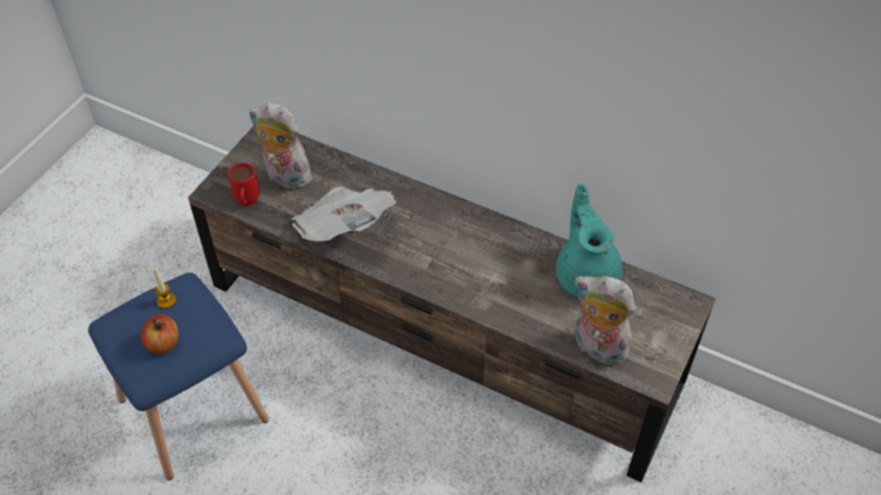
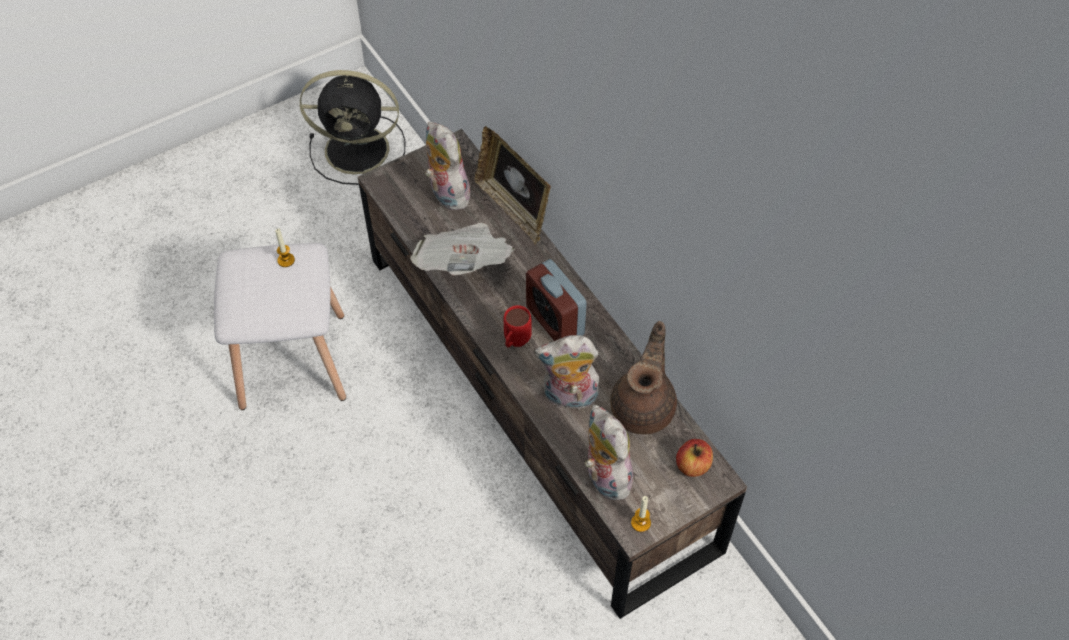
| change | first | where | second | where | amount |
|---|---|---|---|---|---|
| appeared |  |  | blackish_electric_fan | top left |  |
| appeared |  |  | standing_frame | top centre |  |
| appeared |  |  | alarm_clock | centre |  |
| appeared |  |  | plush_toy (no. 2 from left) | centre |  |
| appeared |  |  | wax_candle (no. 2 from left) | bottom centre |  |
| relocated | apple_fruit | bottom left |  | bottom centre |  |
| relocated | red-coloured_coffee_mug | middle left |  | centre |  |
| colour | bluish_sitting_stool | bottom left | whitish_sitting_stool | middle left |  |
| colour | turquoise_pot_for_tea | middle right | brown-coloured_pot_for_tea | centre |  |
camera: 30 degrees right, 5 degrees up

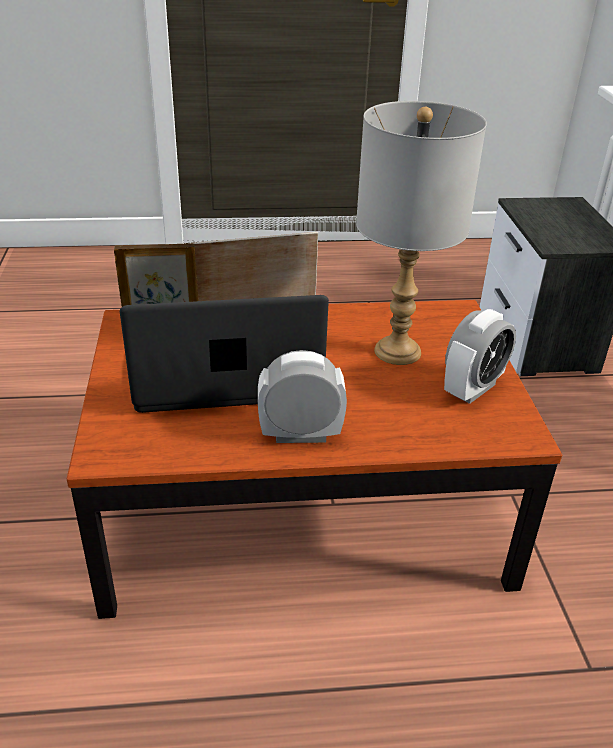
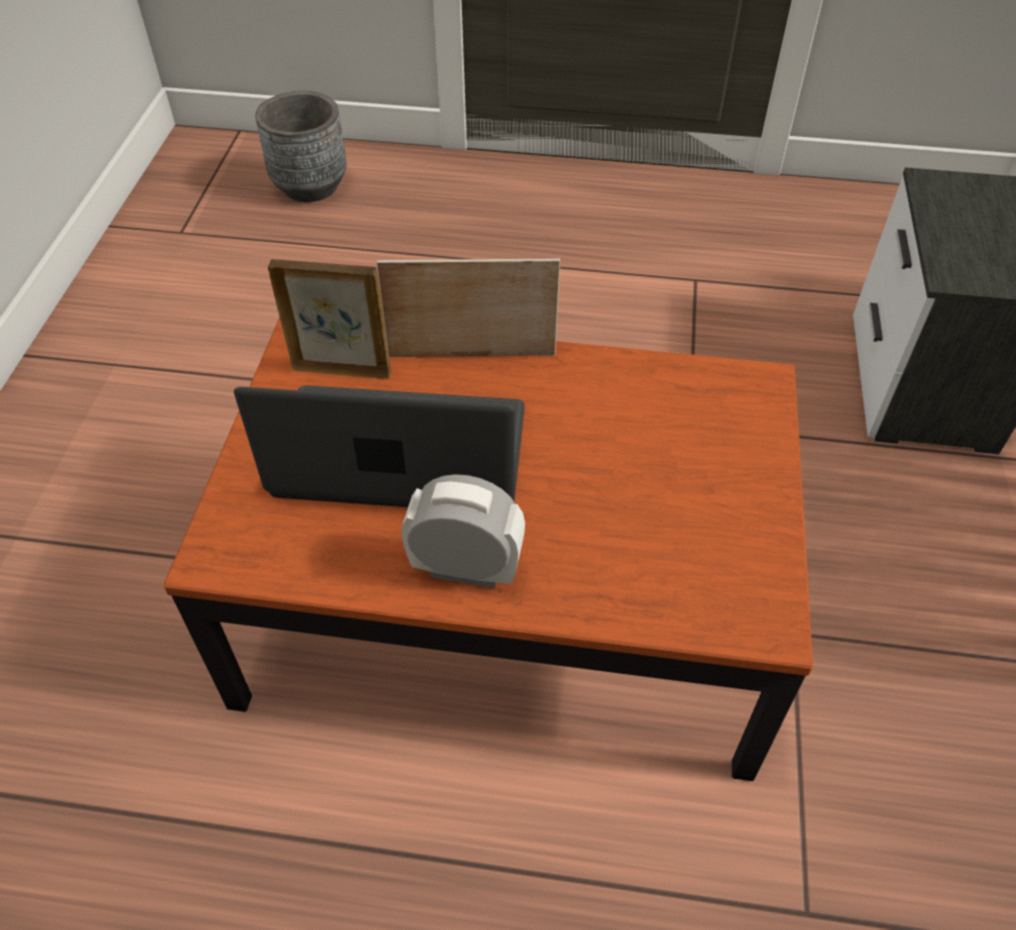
| change | first | where | second | where | amount |
|---|---|---|---|---|---|
| missing | gray_lamp_for_a_table | top right |  |  |  |
| missing | alarm_clock (no. 2 from left) | middle right |  |  |  |
| appeared |  |  | gray_plant_pot | top left |  |
camera: 15 degrees right, 15 degrees up

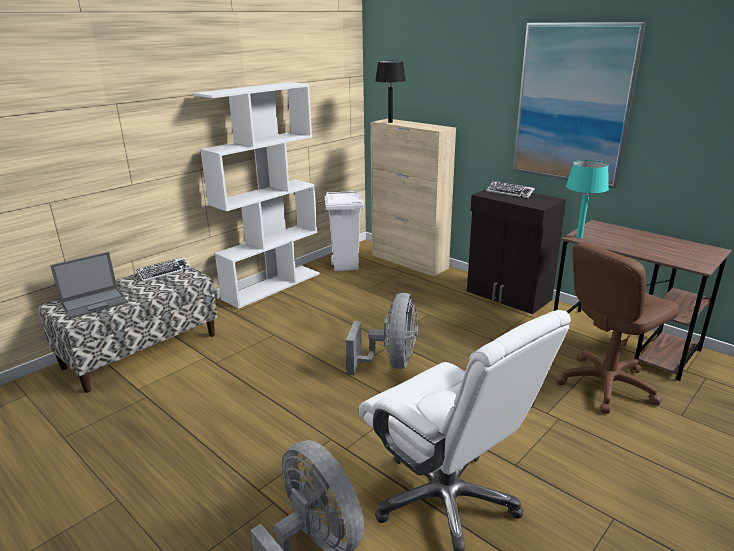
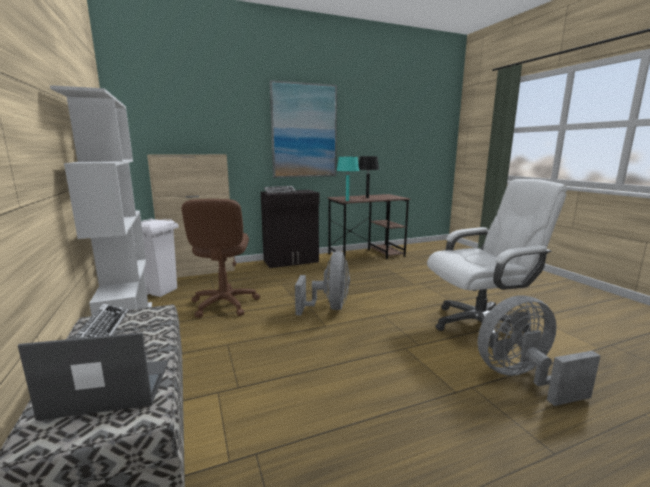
| change | first | where | second | where | amount |
|---|---|---|---|---|---|
| relocated | blackish_lamp_for_a_table | top centre |  | centre |  |
| relocated | brown-coloured_office_chair | middle right |  | centre |  |
| spun | laptop | middle left |  | bottom left | 90 degrees counterclockwise |
| spun | gray_electric_fan (no. 2 from left in the first image) | centre | gray_electric_fan (no. 1 from left) | centre | 60 degrees clockwise |
camera: 65 degrees left, 10 degrees down

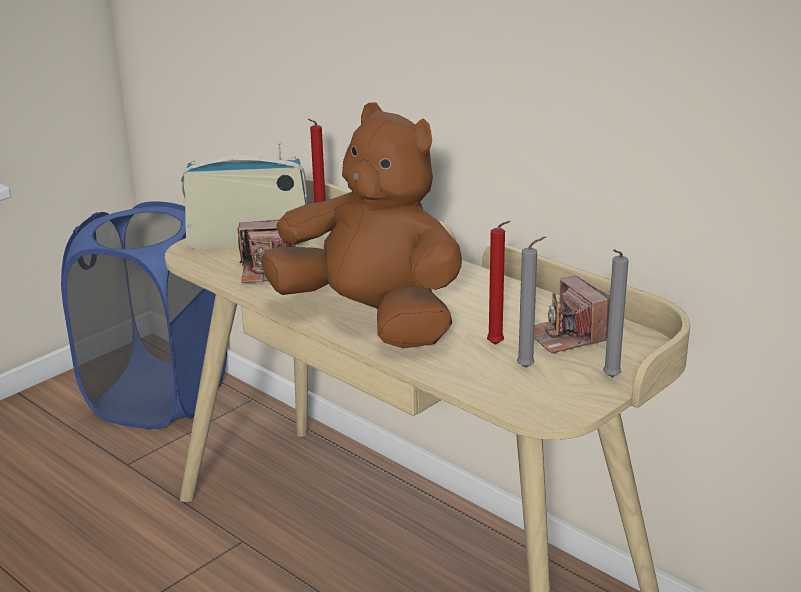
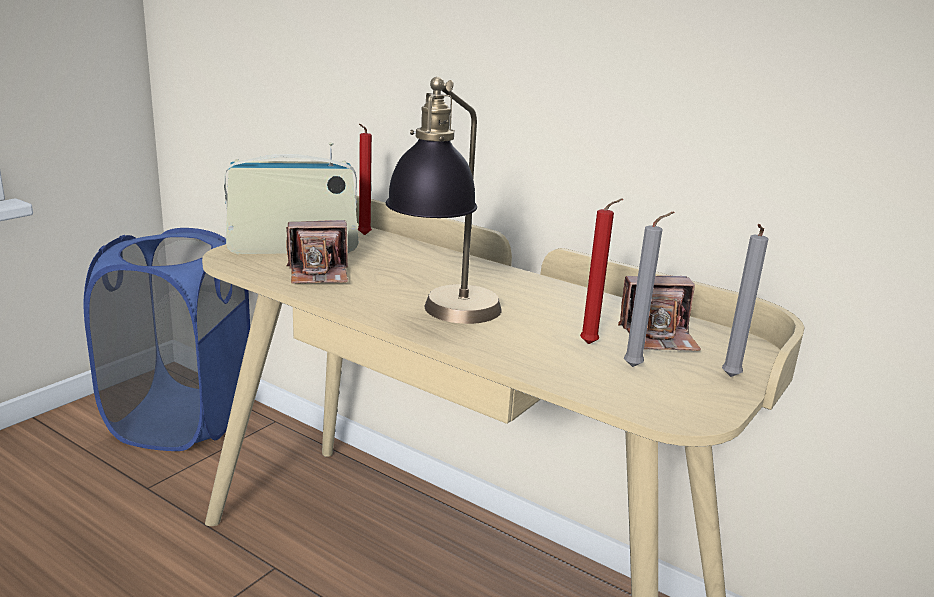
| change | first | where | second | where | amount |
|---|---|---|---|---|---|
| exchanged | brown-coloured_plush_toy | centre | lamp_for_a_table | centre |  |
| spun | still_camera (no. 2 from left) | middle right |  | middle right | 60 degrees counterclockwise |
camera: 10 degrees left, 5 degrees down

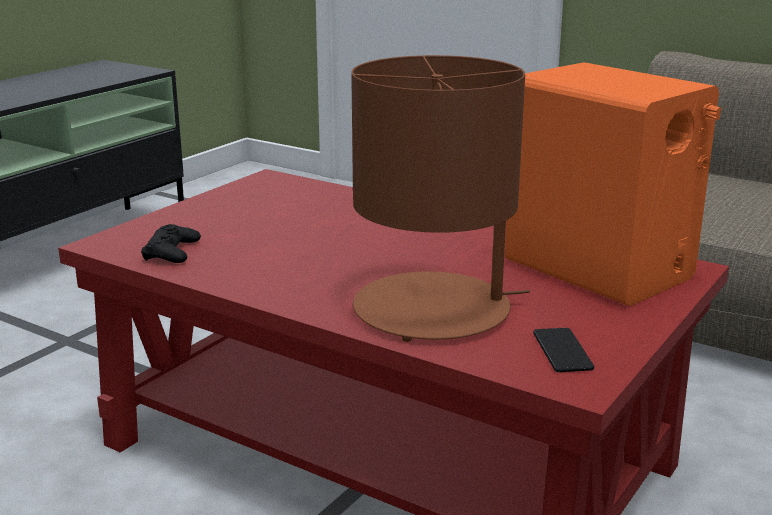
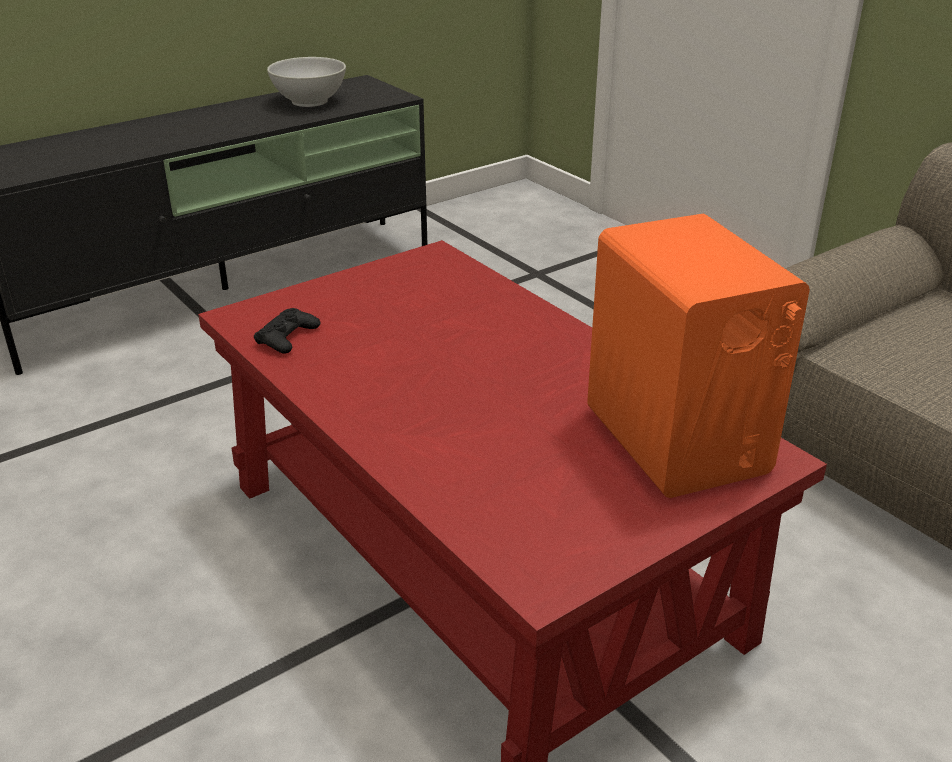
| change | first | where | second | where | amount |
|---|---|---|---|---|---|
| missing | brown-coloured_lamp_for_a_table | centre |  |  |  |
| missing | telephone | bottom right |  |  |  |
| appeared |  |  | whitish_deep_dish | top left |  |
camera: 20 degrees right, 10 degrees up

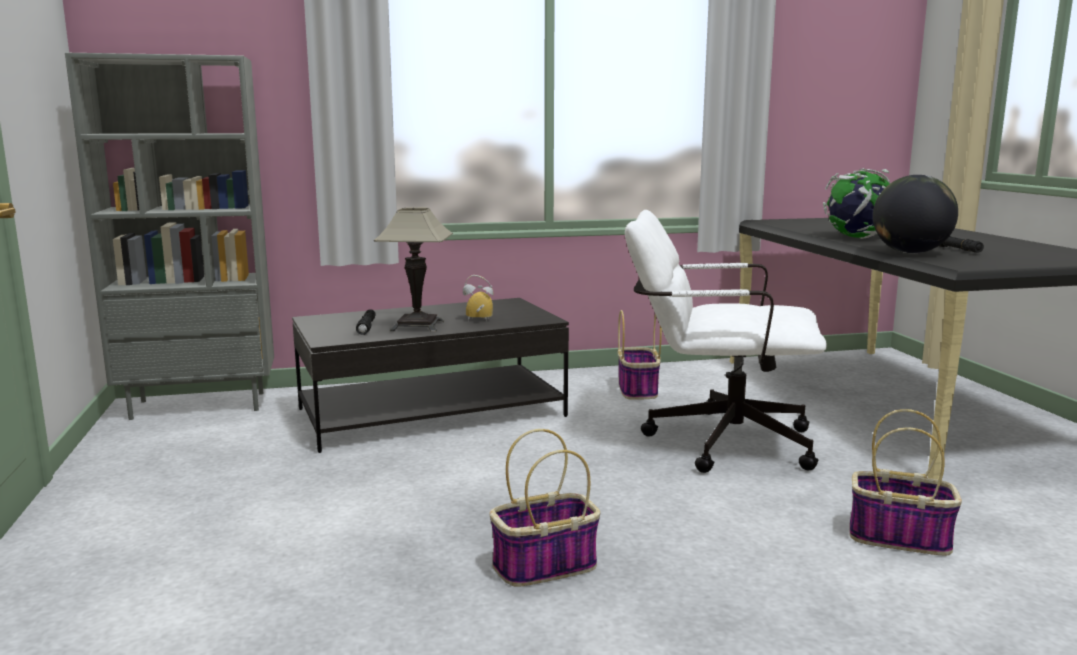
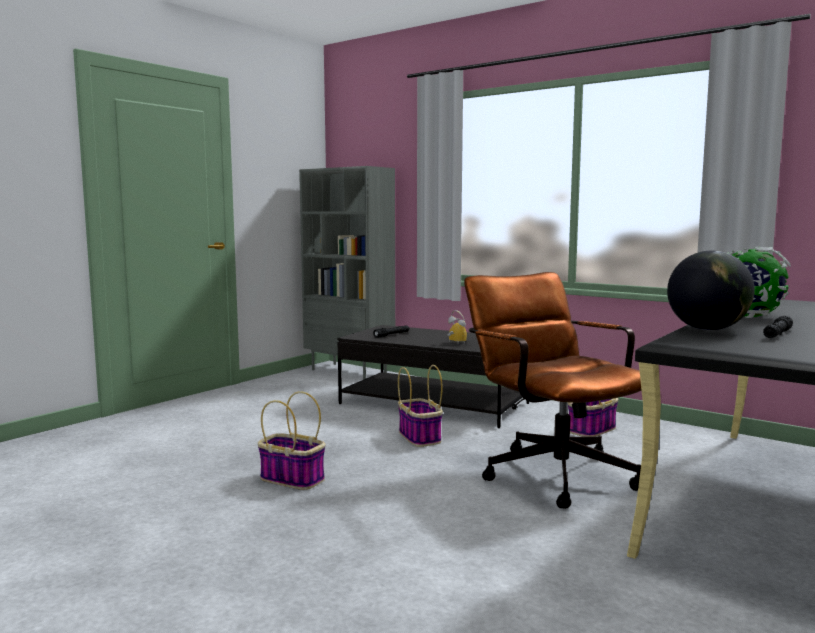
| change | first | where | second | where | amount |
|---|---|---|---|---|---|
| missing | lamp_for_a_table | centre |  |  |  |
| relocated | storage_basket (no. 3 from left in the first image) | bottom right | storage_basket (no. 2 from left) | centre |  |
| colour | whitish_office_chair | middle right | brown-coloured_office_chair | middle right |  |
camera: 50 degrees right, 5 degrees down

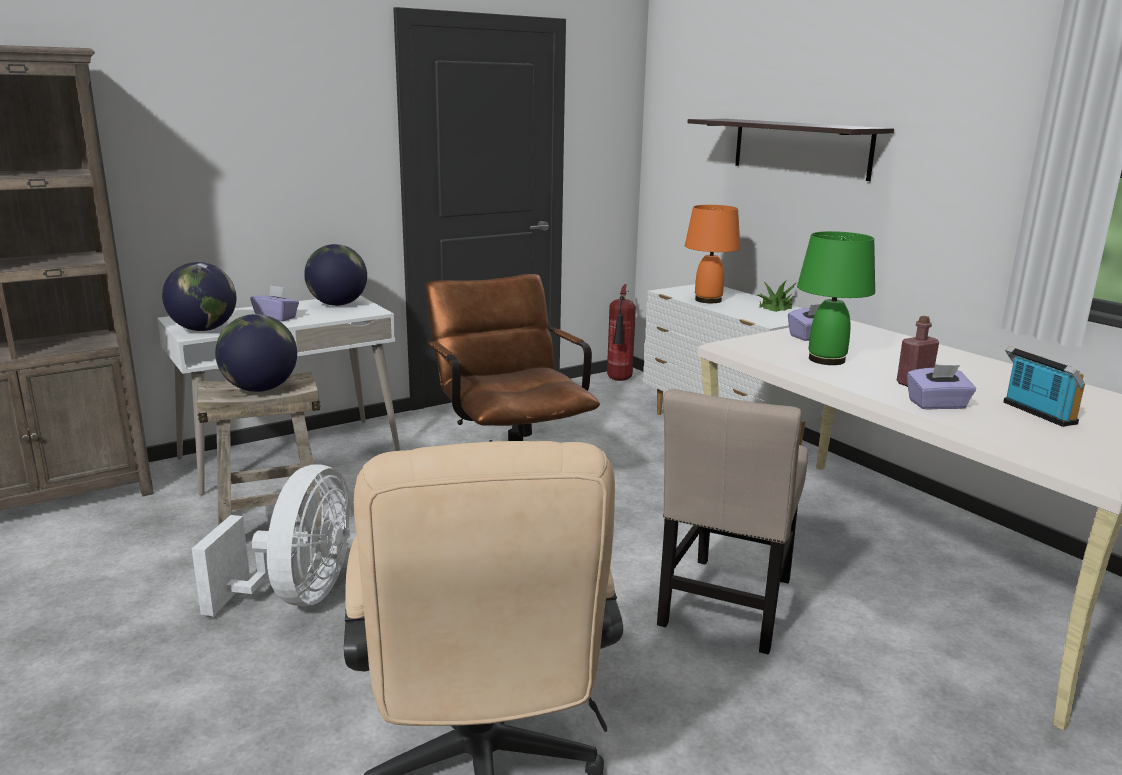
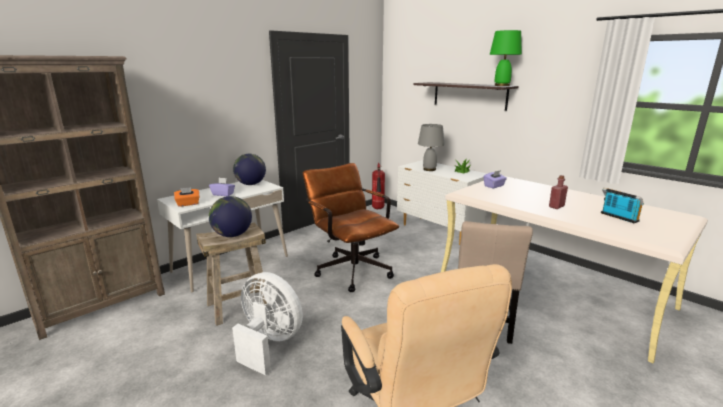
| change | first | where | second | where | amount |
|---|---|---|---|---|---|
| missing | purplish_box_of_tissues (no. 3 from left) | middle right |  |  |  |
| relocated | green-coloured_lamp_for_a_table | middle right |  | top right |  |
| exchanged | globe (no. 1 from left) | middle left | orangey_box_of_tissues | middle left |  |
| colour | orangey_lamp_for_a_table | top centre | gray_lamp_for_a_table | centre |  |
| spun | whitish_electric_fan | bottom left |  | bottom centre | 60 degrees counterclockwise |
camera: 10 degrees left, 0 degrees up

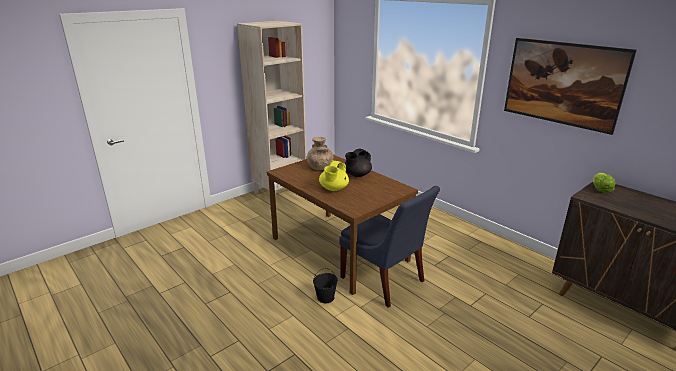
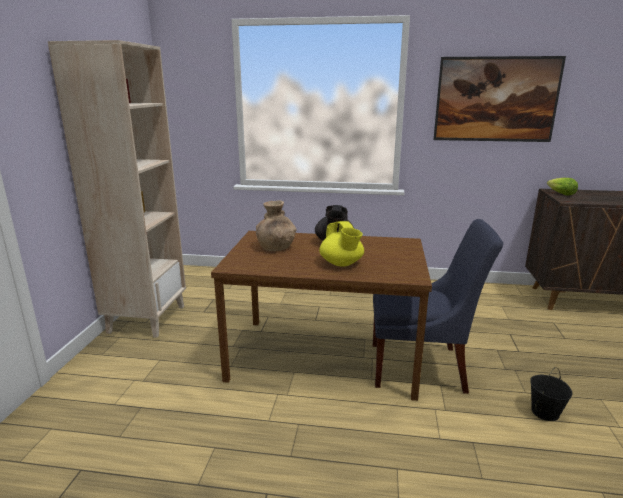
| change | first | where | second | where | amount |
|---|---|---|---|---|---|
| relocated | blackish_pail | bottom centre |  | bottom right |  |
camera: 40 degrees left, 5 degrees down

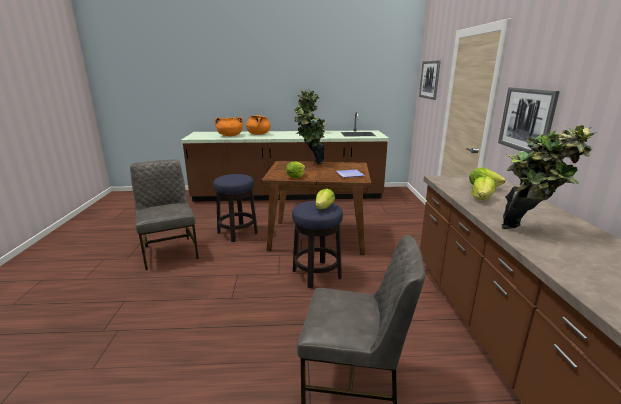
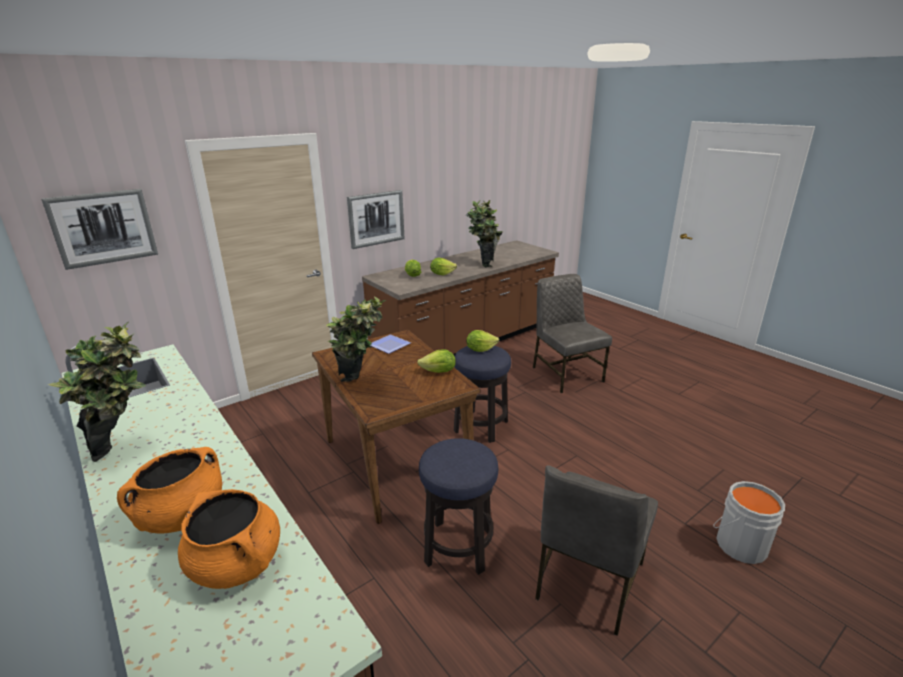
| change | first | where | second | where | amount |
|---|---|---|---|---|---|
| appeared |  |  | gray_pail | bottom right |  |
camera: 125 degrees left, 5 degrees up

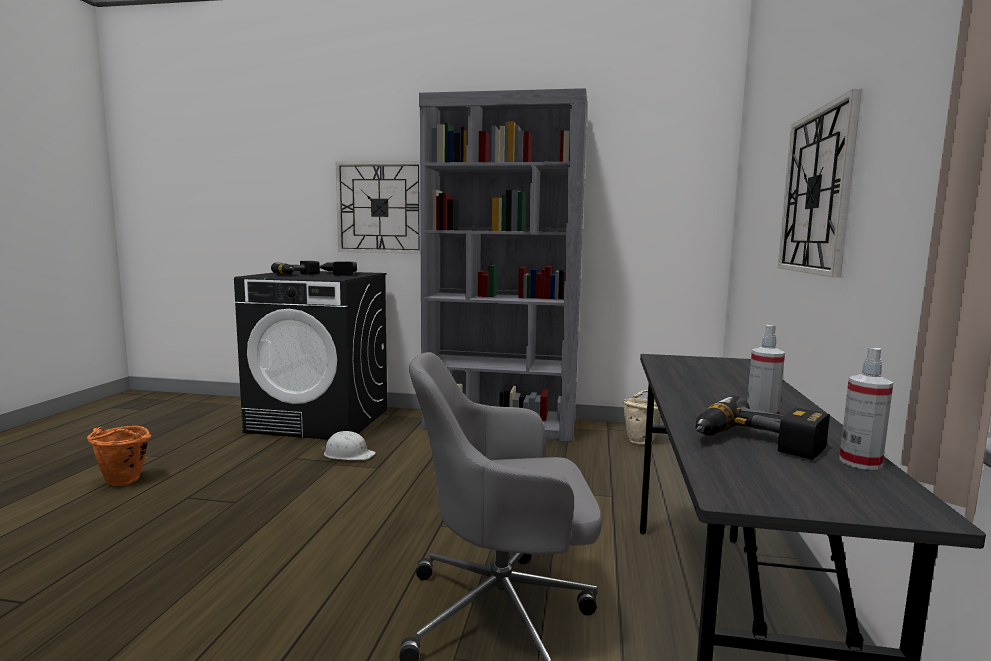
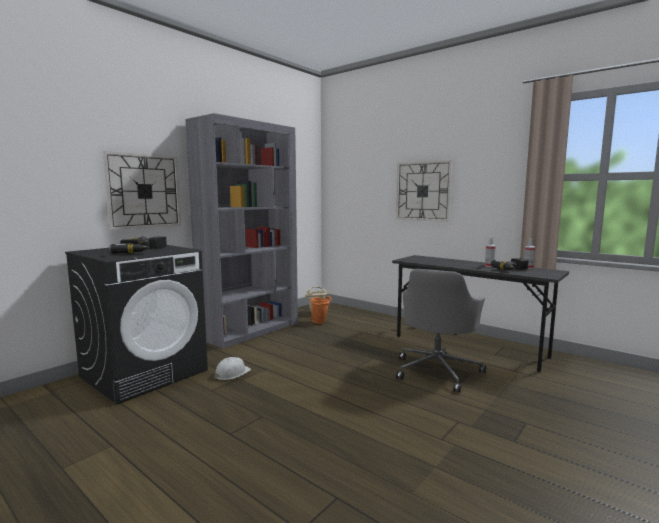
| change | first | where | second | where | amount |
|---|---|---|---|---|---|
| relocated | orangey_pail | bottom left |  | centre |  |
camera: 60 degrees left, 0 degrees up

